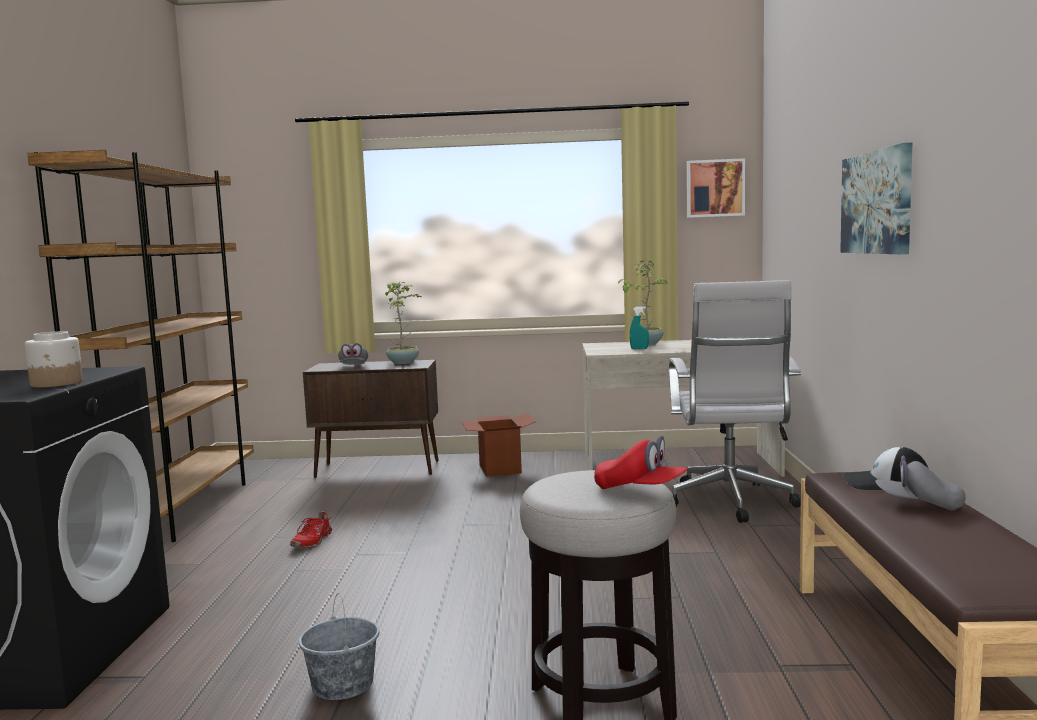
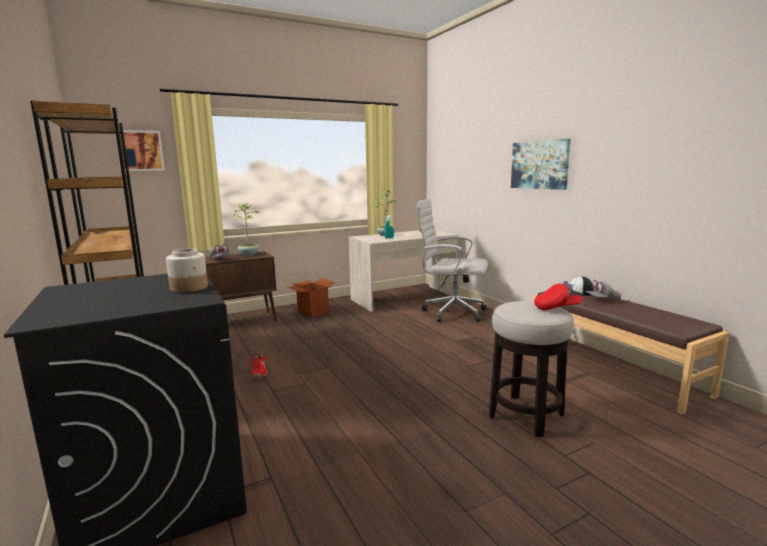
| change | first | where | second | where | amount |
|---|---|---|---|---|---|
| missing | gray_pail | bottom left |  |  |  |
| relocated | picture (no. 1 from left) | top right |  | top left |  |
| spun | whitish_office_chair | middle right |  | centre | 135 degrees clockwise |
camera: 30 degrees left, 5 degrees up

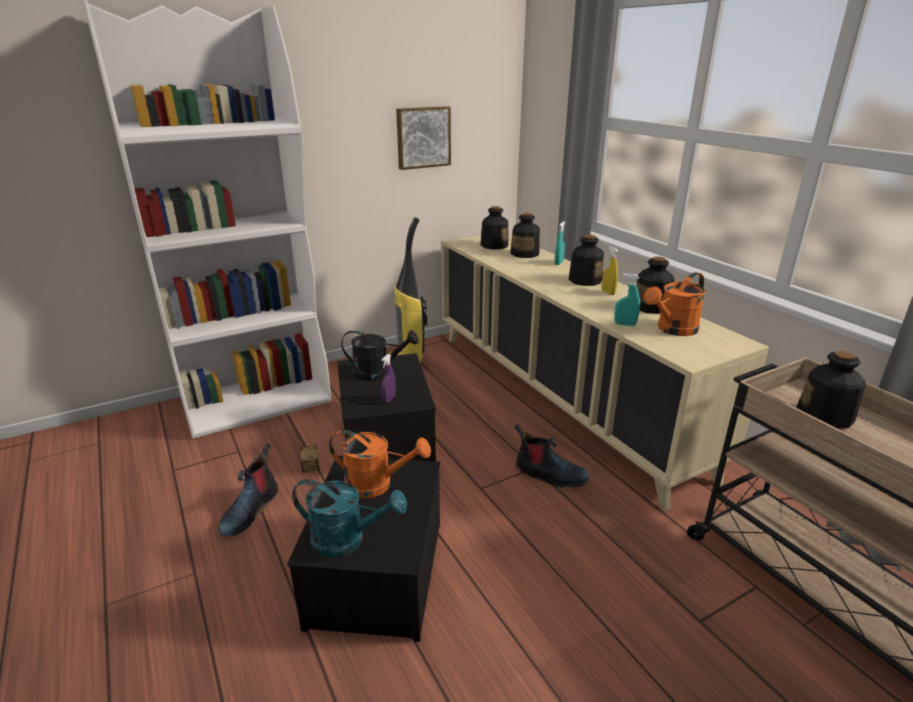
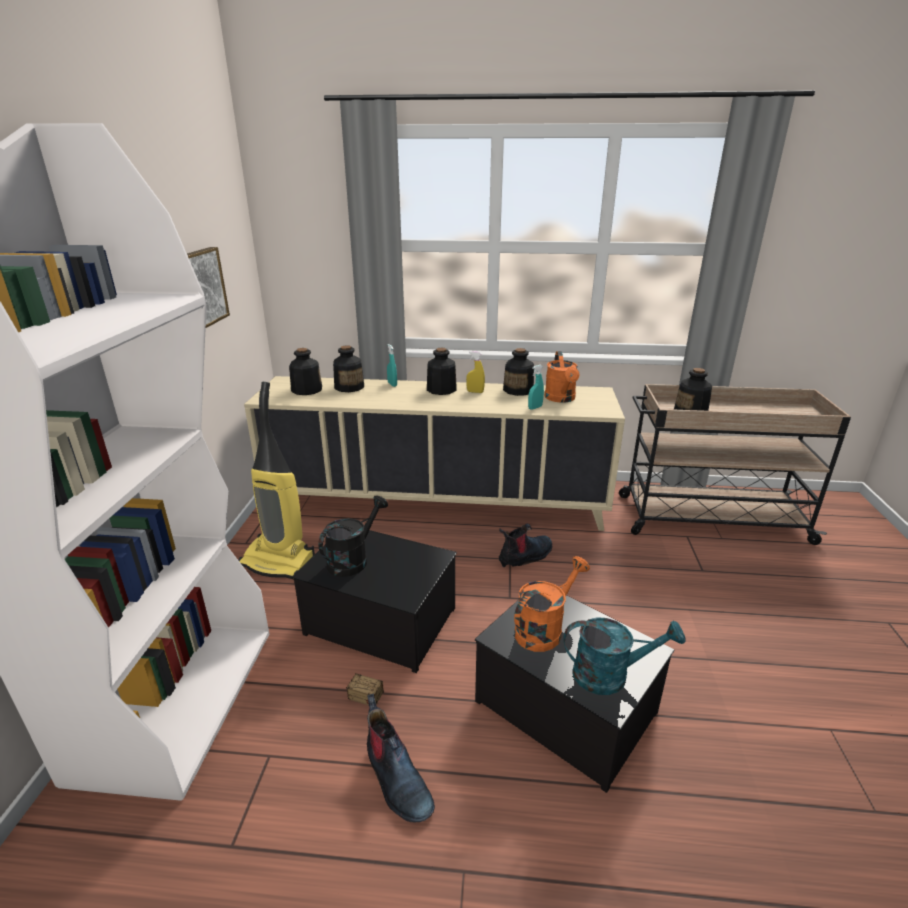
| change | first | where | second | where | amount |
|---|---|---|---|---|---|
| missing | purplish_spray_bottle | centre |  |  |  |
| spun | turquoise_watering_pot | bottom centre |  | bottom right | 45 degrees clockwise |
camera: 55 degrees left, 0 degrees up

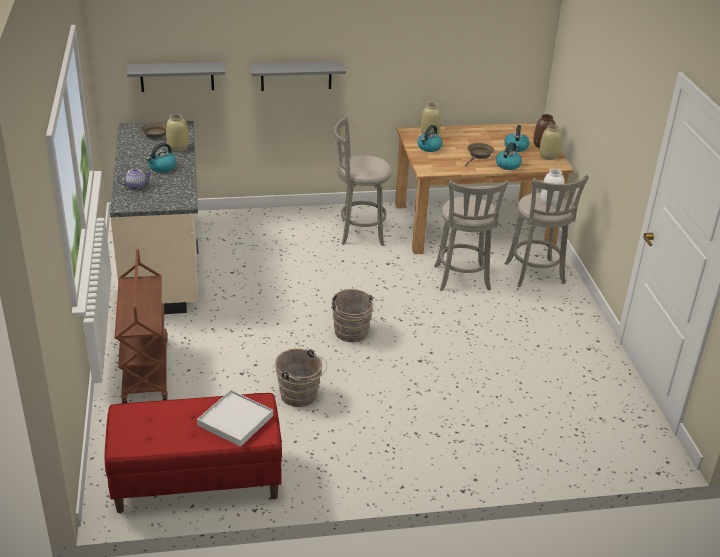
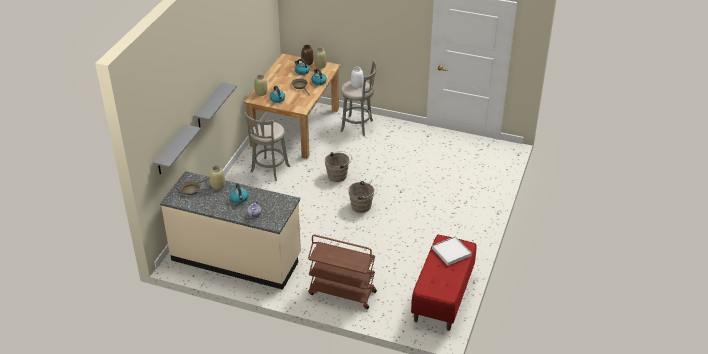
| change | first | where | second | where | amount |
|---|---|---|---|---|---|
| missing | gray_sitting_stool (no. 2 from left) | centre |  |  |  |
| relocated | brown-coloured_pail (no. 1 from left) | bottom centre |  | centre |  |
camera: 60 degrees left, 5 degrees up

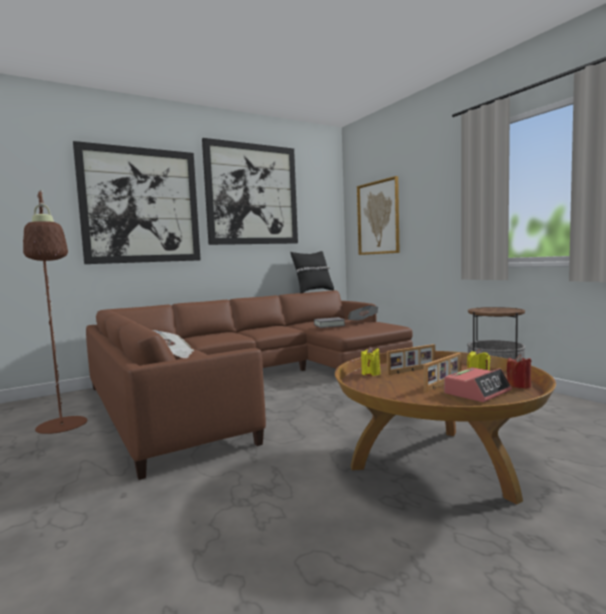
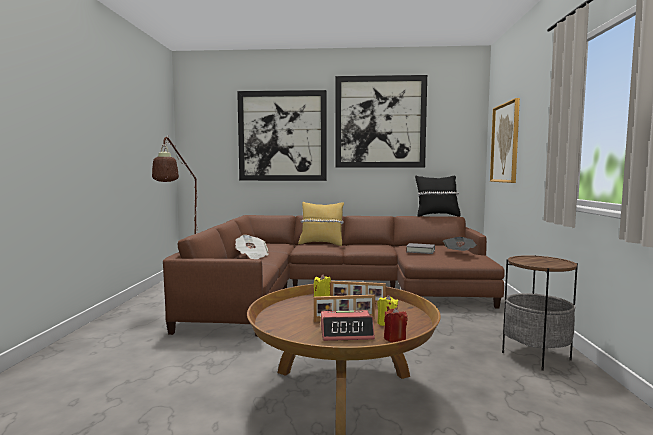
| change | first | where | second | where | amount |
|---|---|---|---|---|---|
| appeared |  |  | yellow-coloured_cushion | centre |  |
camera: 35 degrees right, 0 degrees up

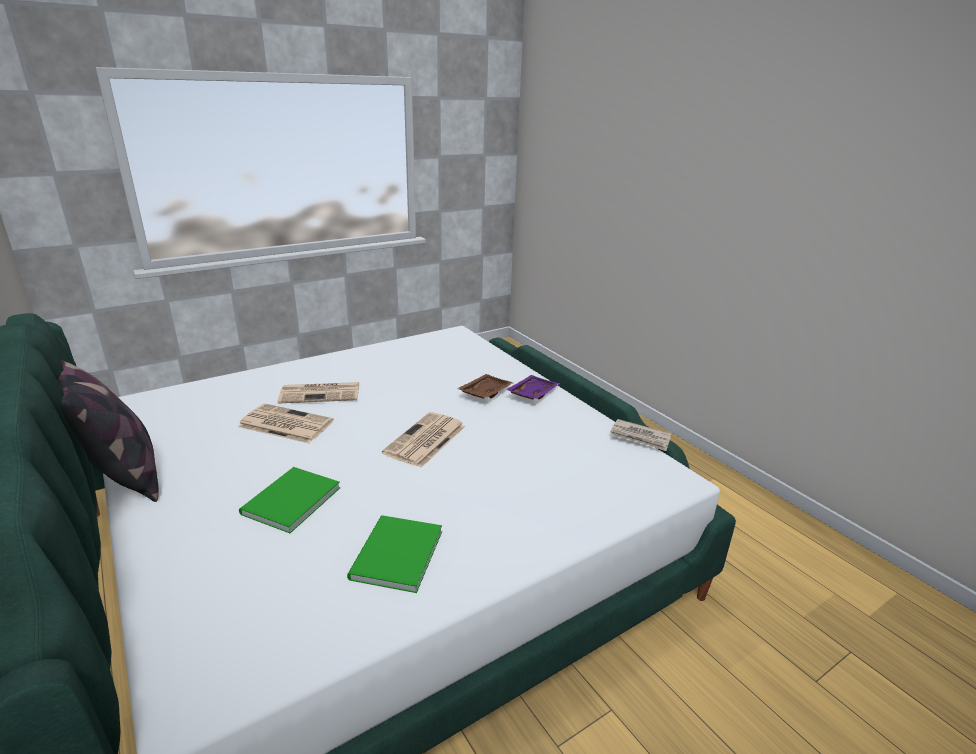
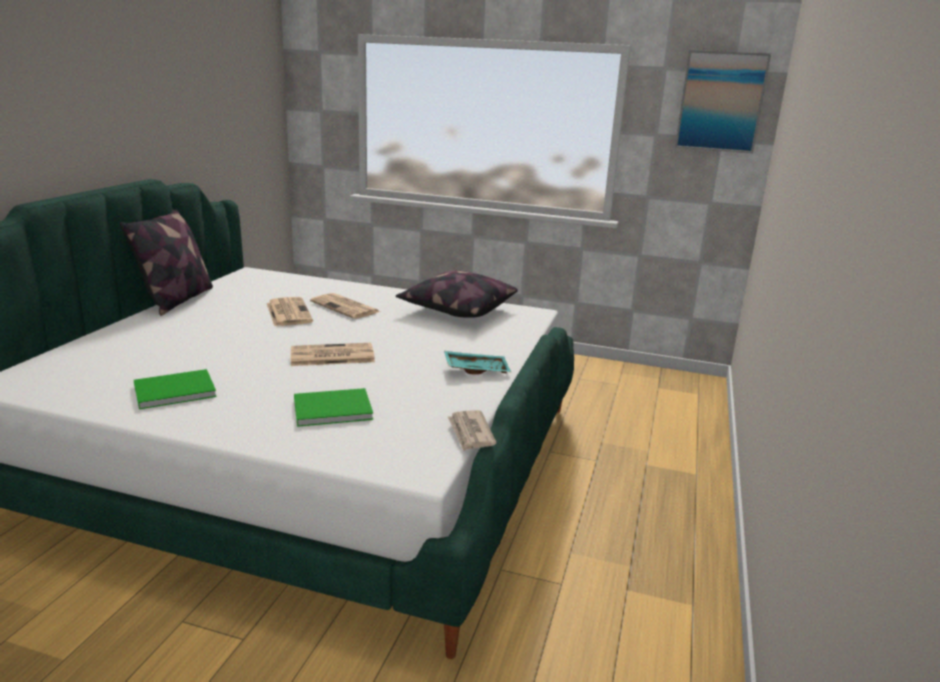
| change | first | where | second | where | amount |
|---|---|---|---|---|---|
| missing | brown-coloured_carrying_tray | centre |  |  |  |
| appeared |  |  | cushion (no. 2 from left) | centre |  |
| appeared |  |  | picture | top right |  |
| relocated | green-coloured_bound_book (no. 1 from left in the first image) | middle left | green-coloured_bound_book (no. 2 from left) | centre |  |
| colour | purplish_carrying_tray | centre | turquoise_carrying_tray | centre |  |
camera: 50 degrees right, 5 degrees down

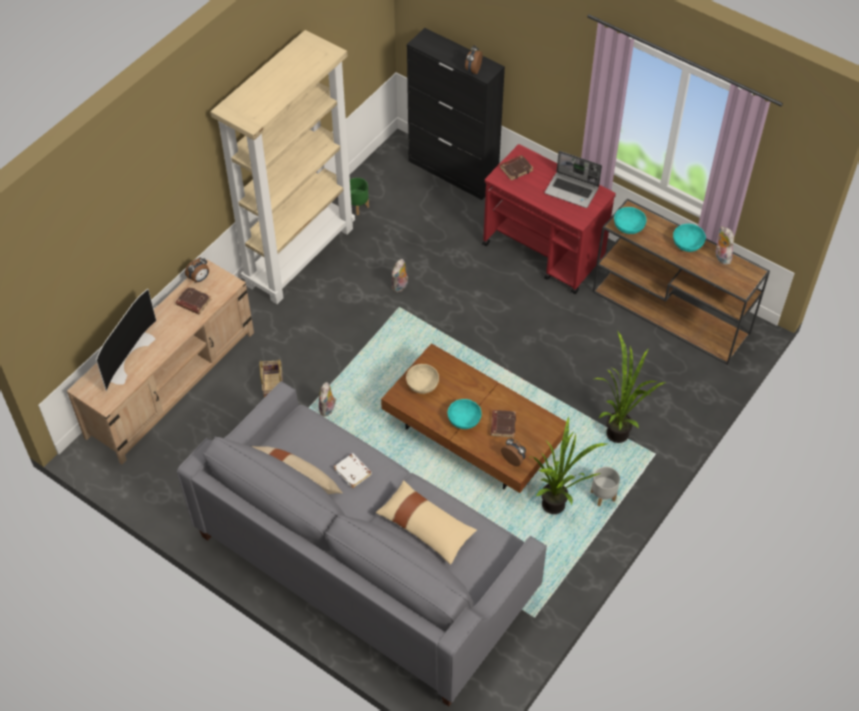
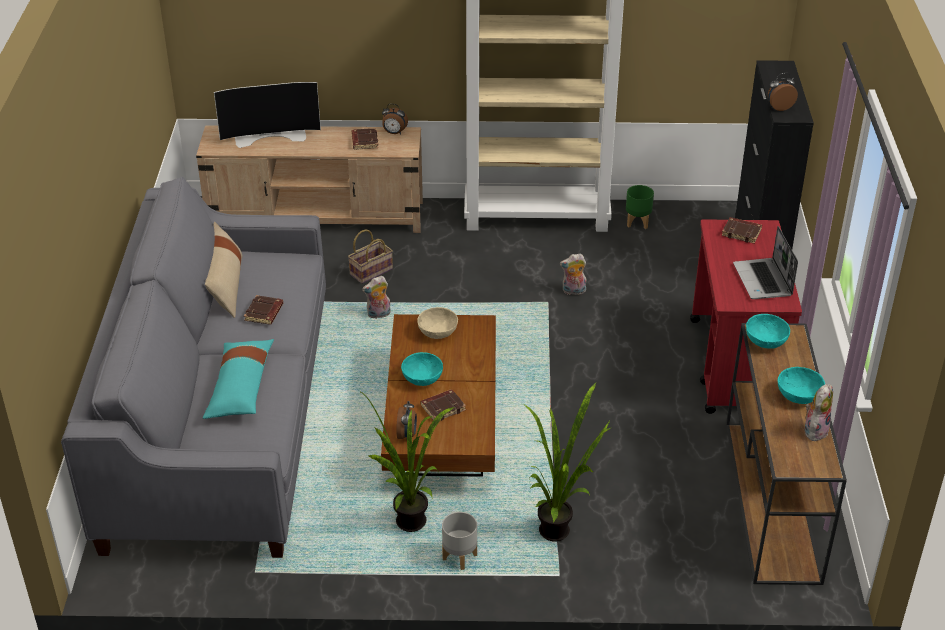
| change | first | where | second | where | amount |
|---|---|---|---|---|---|
| colour | whitish_bound_book | centre | brown-coloured_bound_book (no. 1 from left) | middle left |  |
| colour | beige_cushion (no. 2 from left) | bottom centre | turquoise_cushion | middle left |  |
camera: 55 degrees right, 15 degrees down

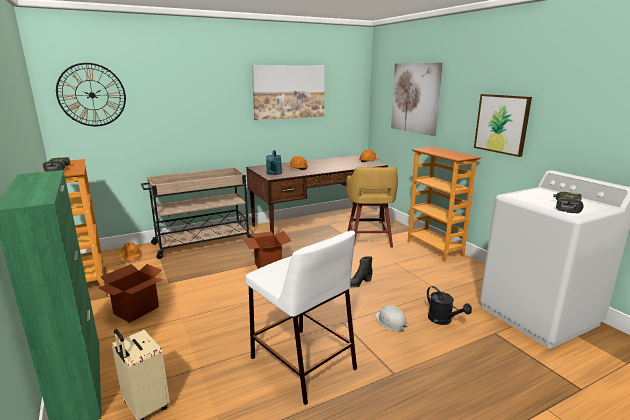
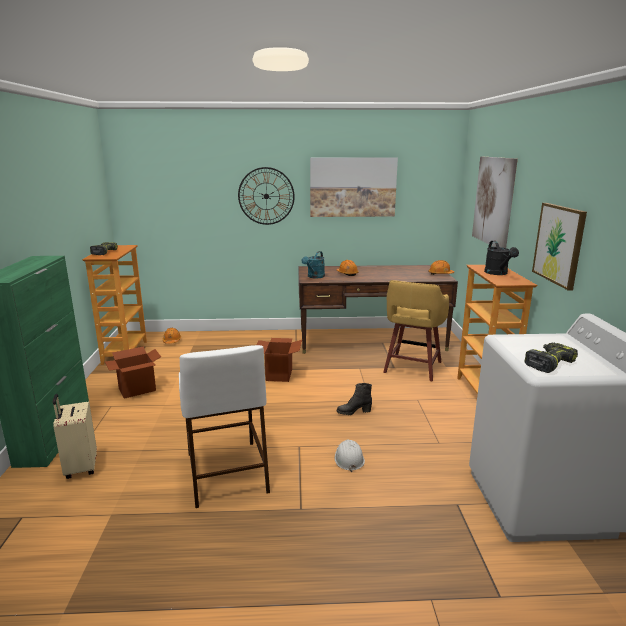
| change | first | where | second | where | amount |
|---|---|---|---|---|---|
| missing | beige_trolley | middle left |  |  |  |
| relocated | wall_clock | top left |  | top centre |  |
| relocated | blackish_watering_pot | bottom right |  | middle right |  |
camera: 25 degrees right, 0 degrees up

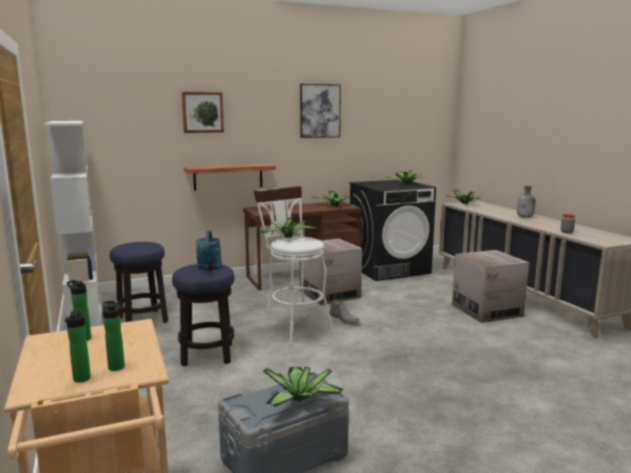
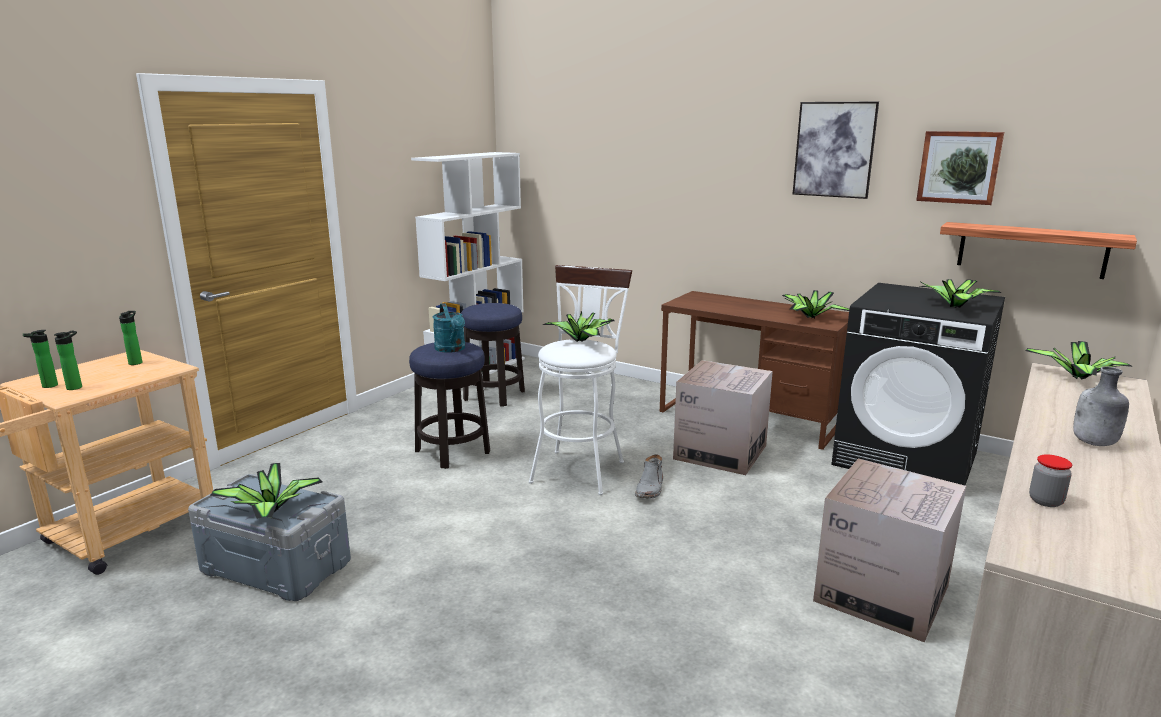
| change | first | where | second | where | amount |
|---|---|---|---|---|---|
| relocated | picture (no. 1 from left in the first image) | top left | picture (no. 2 from left) | top right |  |
| relocated | bracket_shelf | centre |  | middle right |  |
| spun | turquoise_watering_pot | middle left |  | centre | 75 degrees counterclockwise |
camera: 55 degrees right, 5 degrees up

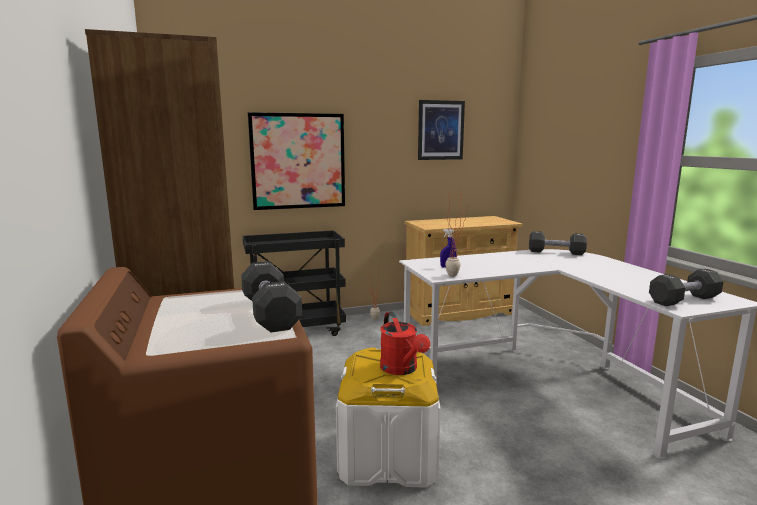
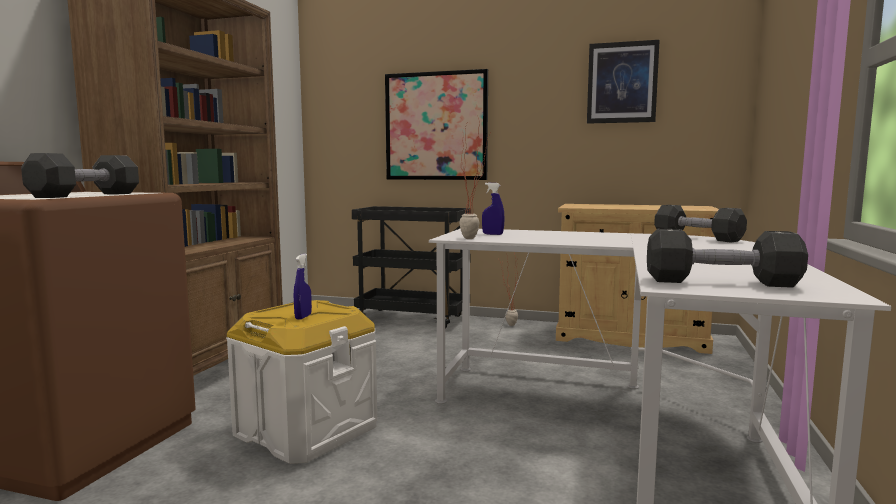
| change | first | where | second | where | amount |
|---|---|---|---|---|---|
| exchanged | red-coloured_watering_pot | bottom centre | bluish_spray_bottle (no. 1 from left) | centre |  |
camera: 35 degrees right, 5 degrees down

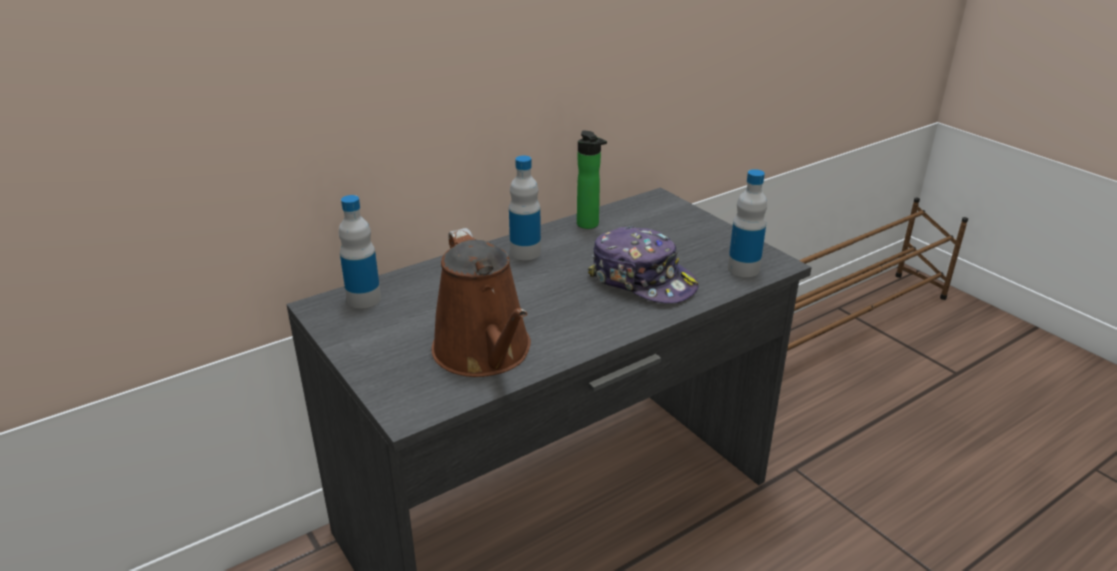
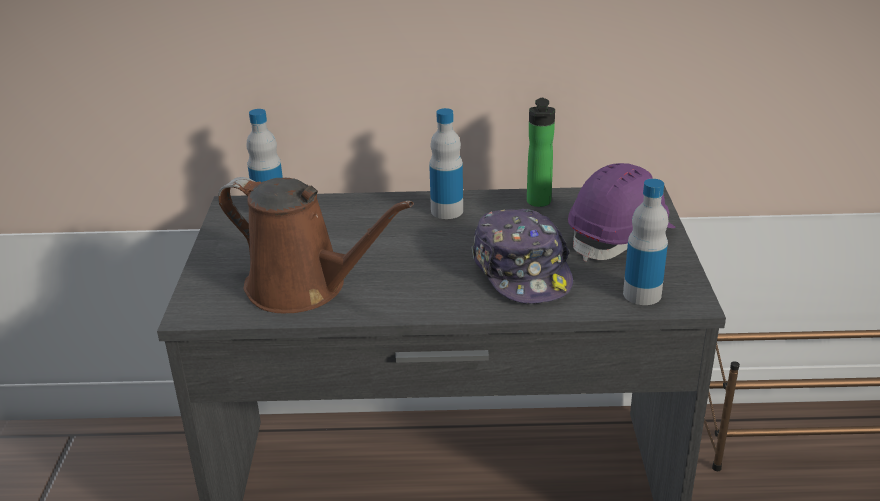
| change | first | where | second | where | amount |
|---|---|---|---|---|---|
| appeared |  |  | purplish_safety_helmet | middle right |  |
| spun | brown-coloured_watering_pot | centre |  | centre | 75 degrees counterclockwise |
camera: 35 degrees right, 0 degrees up

